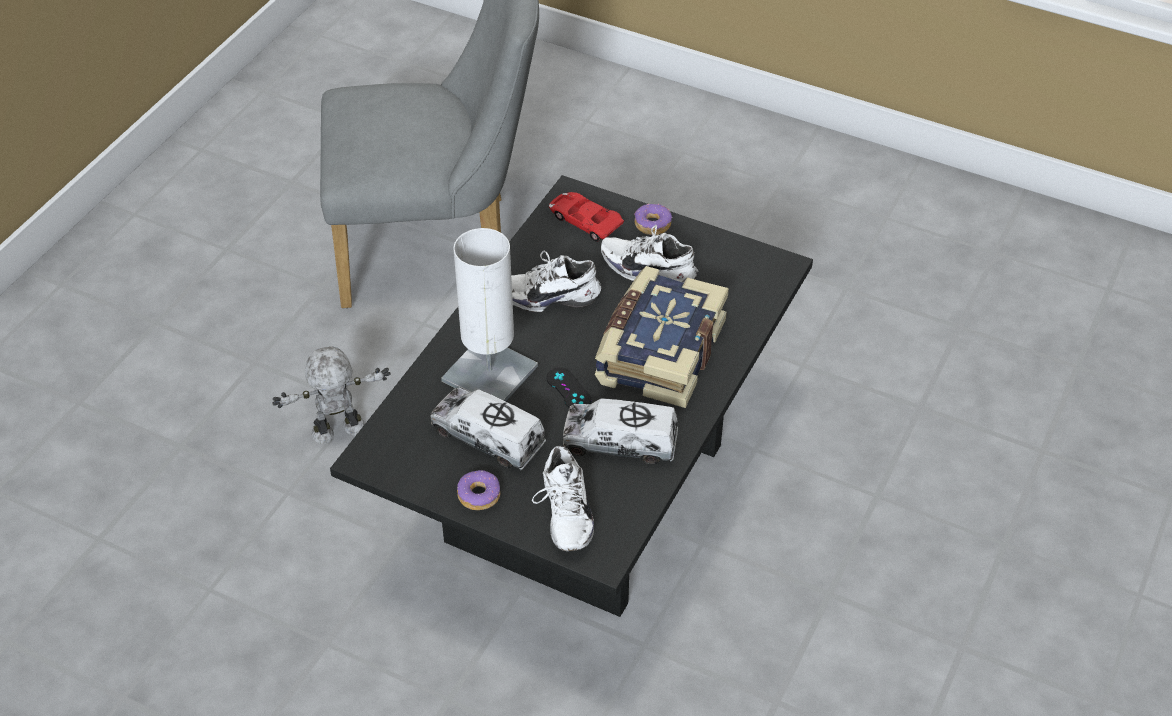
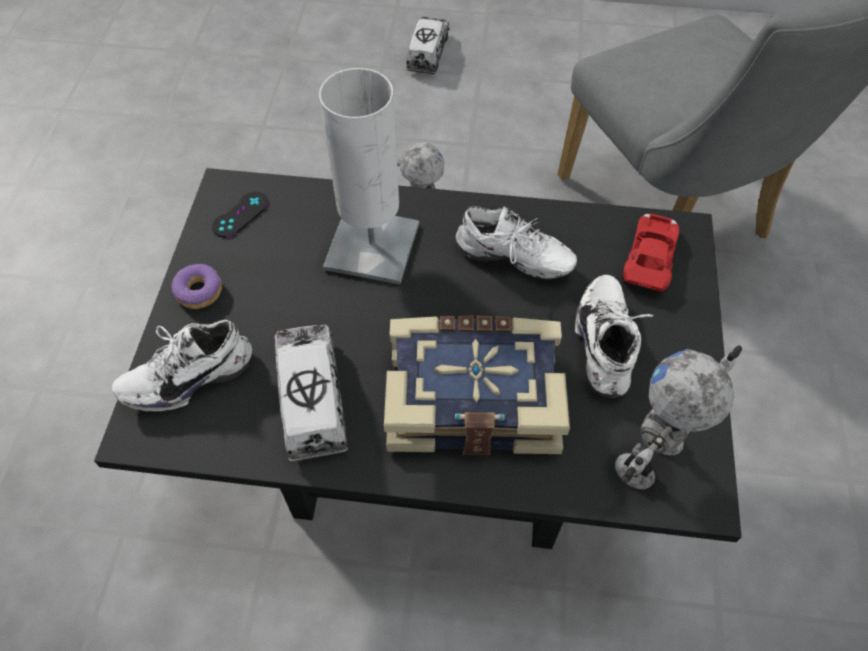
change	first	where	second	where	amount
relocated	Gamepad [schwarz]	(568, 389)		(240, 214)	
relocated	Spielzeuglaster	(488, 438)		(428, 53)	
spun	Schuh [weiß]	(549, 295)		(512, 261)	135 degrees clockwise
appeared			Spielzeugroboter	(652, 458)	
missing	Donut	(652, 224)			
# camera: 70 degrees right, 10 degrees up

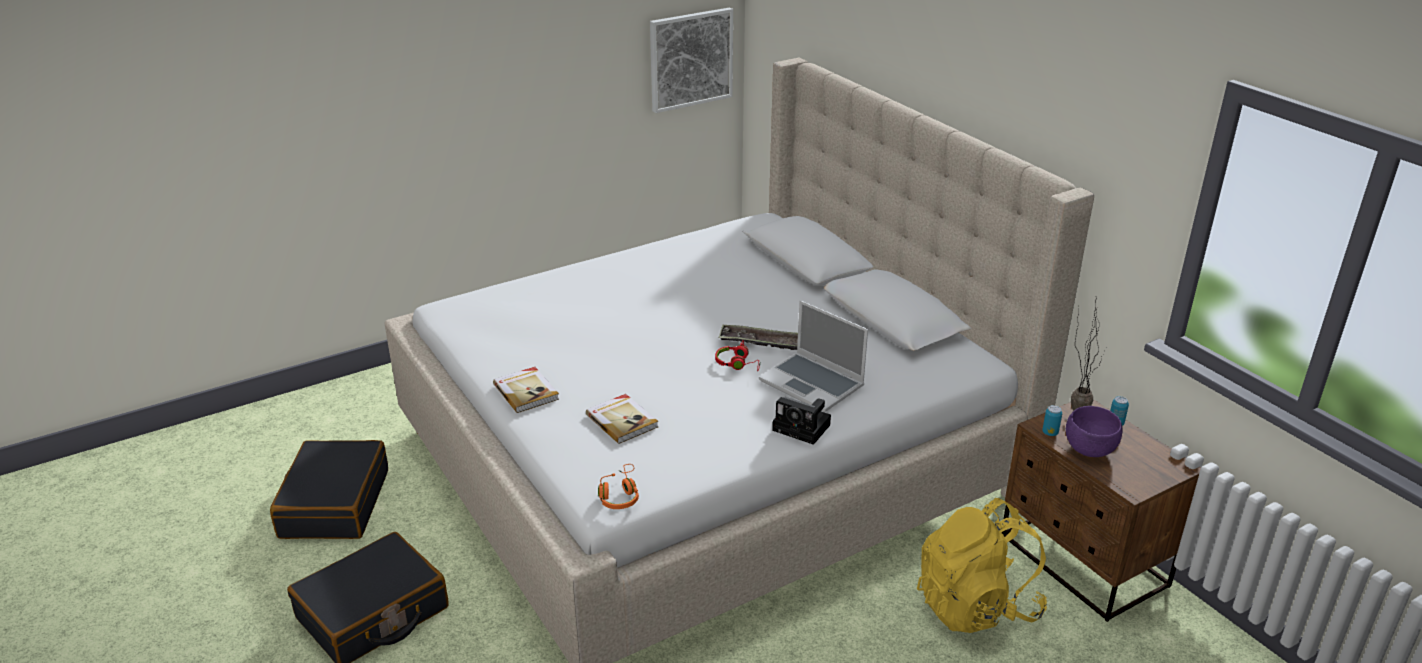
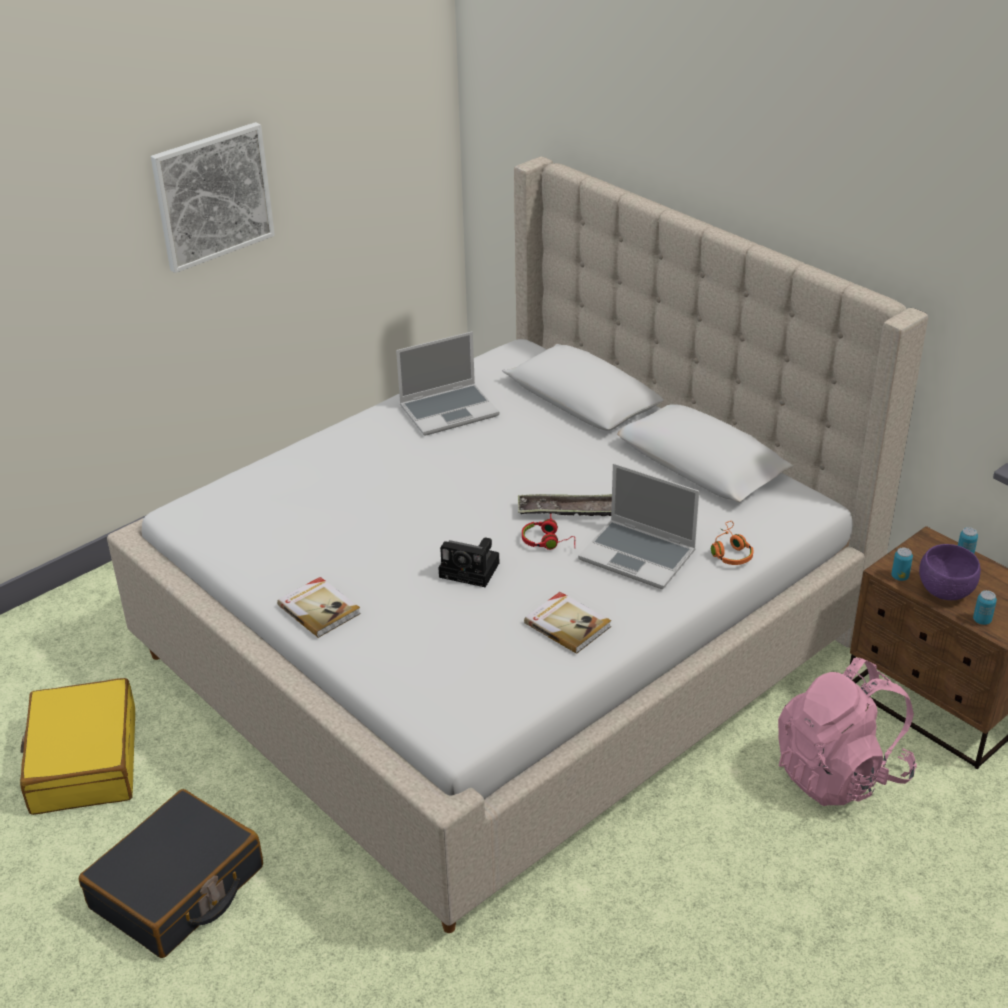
change	first	where	second	where	amount
colour	Koffer [schwarz]	(334, 503)	Koffer [gelb]	(83, 761)	
relocated	Bild	(690, 59)		(212, 196)	
appeared			Laptop	(449, 410)	
relocated	Kamera	(803, 428)		(472, 570)	
relocated	Buch	(622, 420)		(567, 624)	
relocated	Kopfhörer [orange]	(619, 495)		(730, 552)	
colour	Rucksack [gelb]	(976, 606)	Rucksack [rosa]	(840, 773)	
appeared			Dose	(982, 620)	
missing	Topfpflanze	(1076, 408)			
# camera: 10 degrees left, 5 degrees up

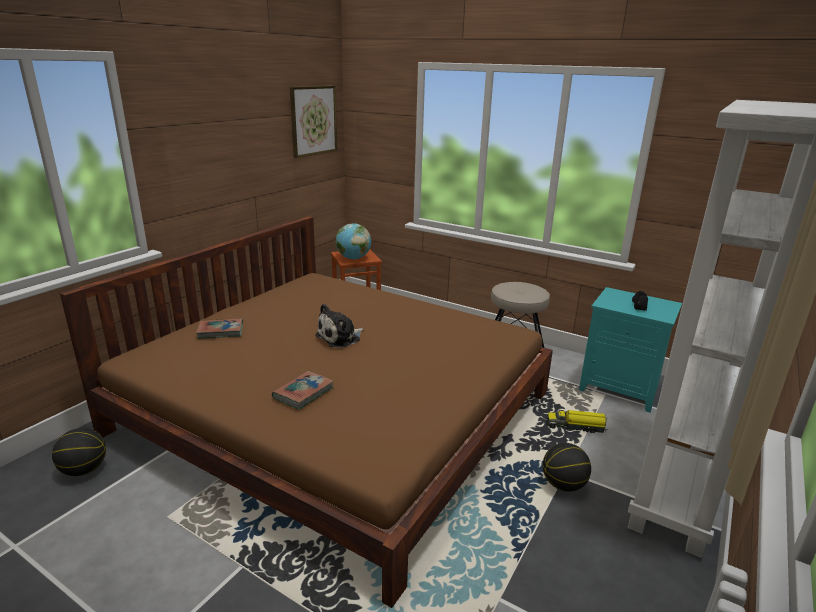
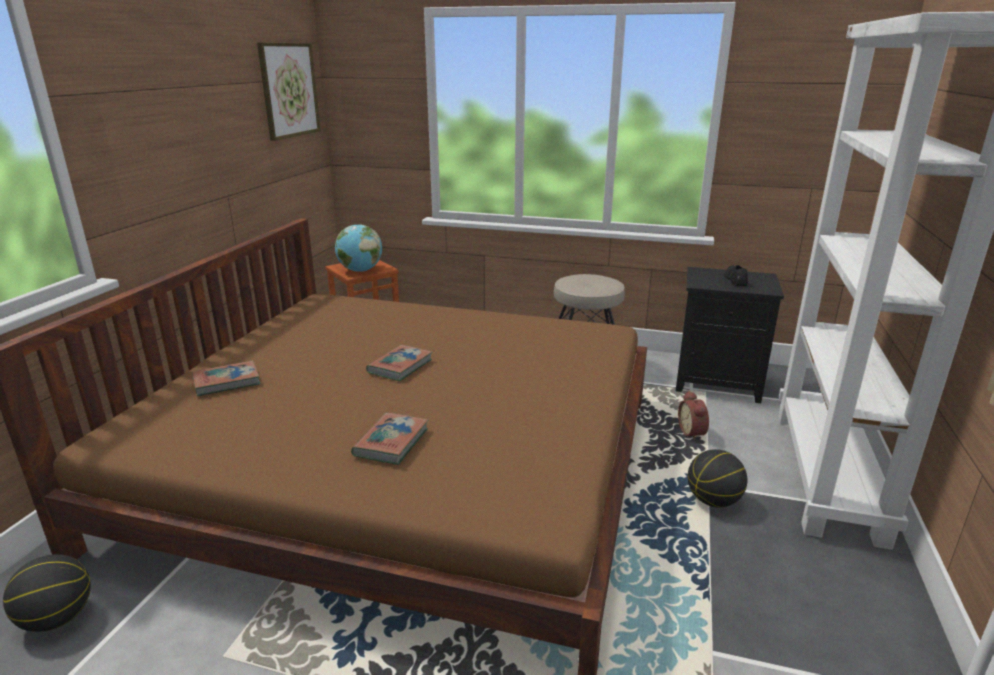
change	first	where	second	where	amount
exchanged	Plüschtier	(340, 338)	Buch	(400, 366)	
colour	Nachttisch [türkis]	(621, 389)	Nachttisch [schwarz]	(718, 383)	
exchanged	Spielzeuglaster	(576, 427)	Wecker	(693, 433)	
# camera: 15 degrees left, 0 degrees up

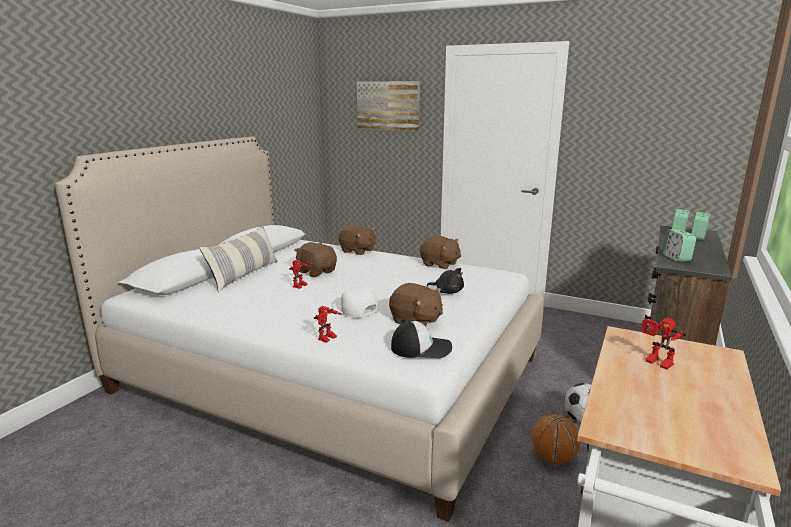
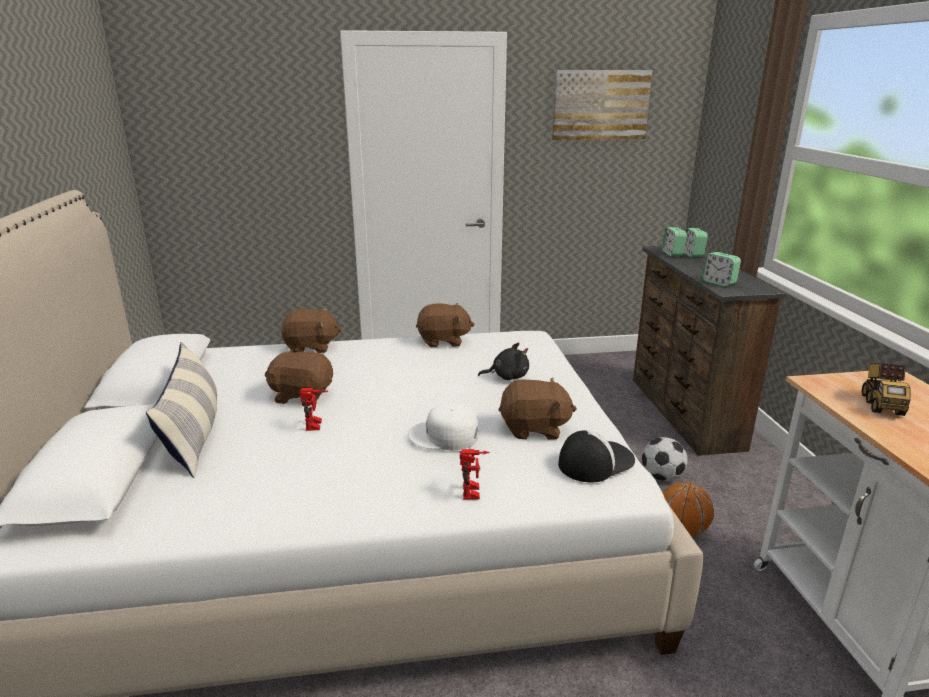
change	first	where	second	where	amount
relocated	Bild	(388, 105)		(600, 105)	
exchanged	Spielzeugroboter	(656, 363)	Spielzeuglaster	(881, 404)	
# camera: 35 degrees left, 5 degrees up

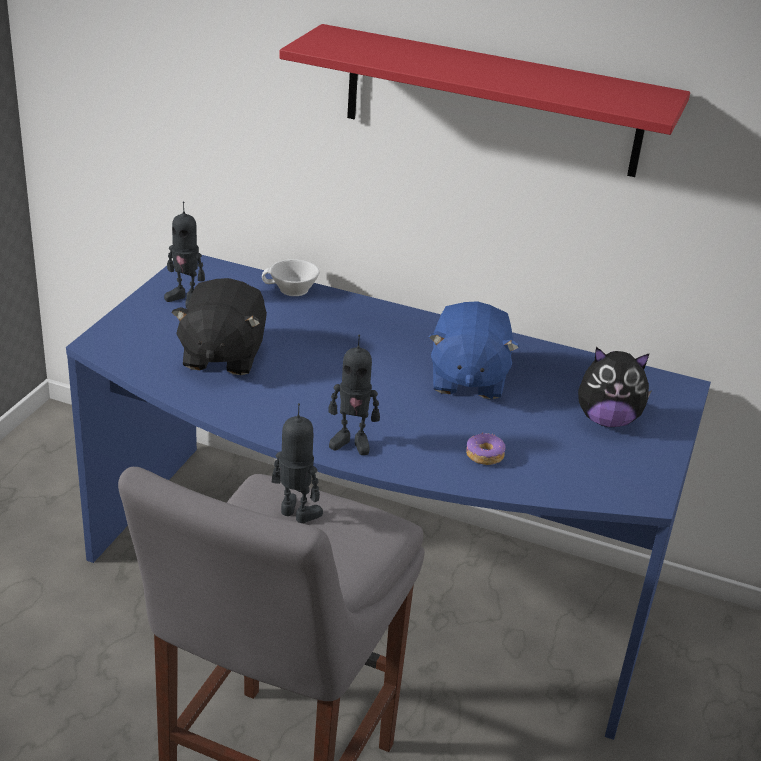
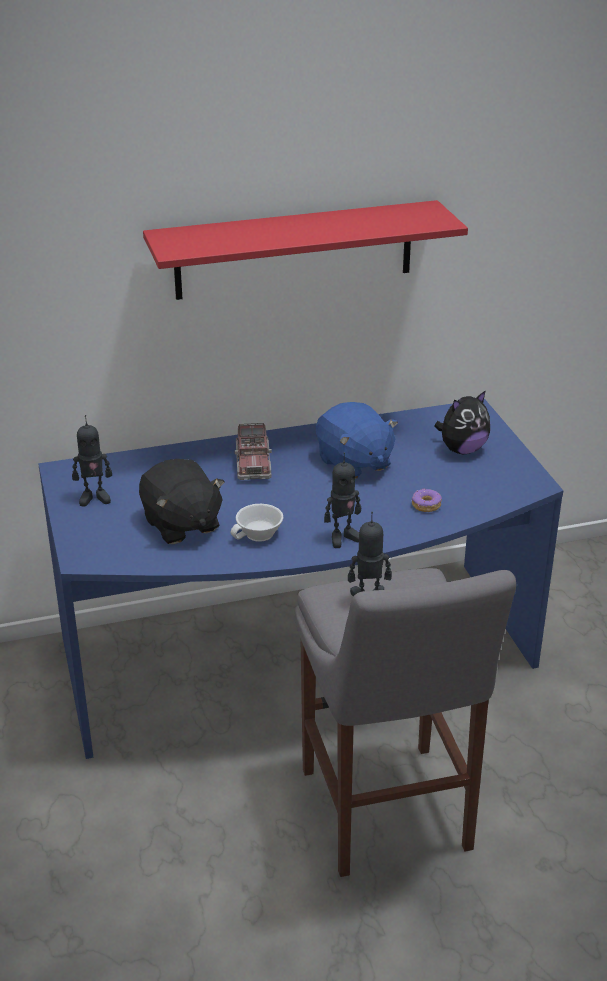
change	first	where	second	where	amount
relocated	Tasse [weiß]	(292, 290)		(259, 535)	
appeared			Spielzeuglaster	(253, 464)	
# camera: 35 degrees left, 0 degrees up

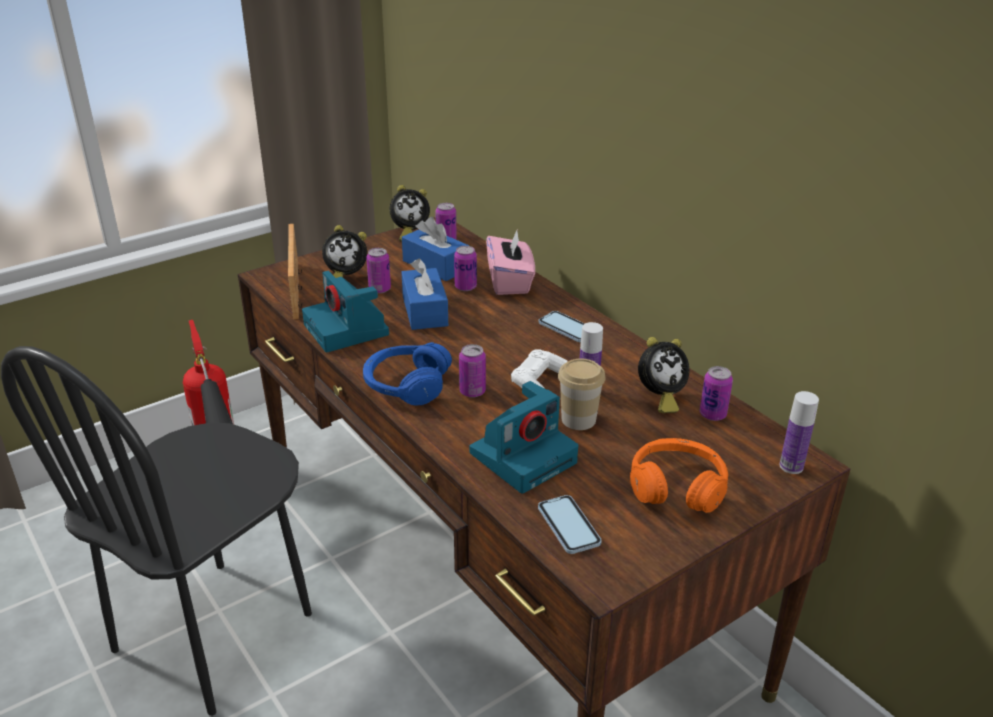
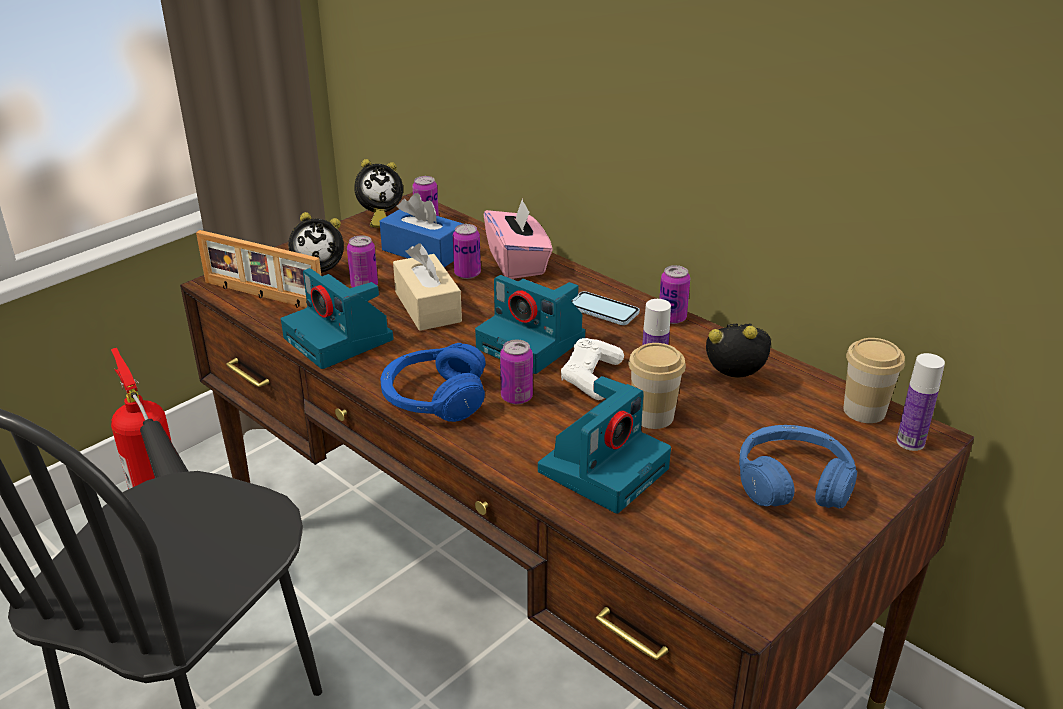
change	first	where	second	where	amount
spun	Bilderrahmen	(297, 290)		(262, 296)	135 degrees clockwise
colour	Taschentuchbox [blau]	(425, 311)	Taschentuchbox [beige]	(427, 307)	
appeared			Kamera	(533, 343)	
relocated	Dose	(712, 414)		(672, 318)	
spun	Wecker	(659, 398)		(736, 380)	135 degrees counterclockwise
colour	Kopfhörer [orange]	(677, 487)	Kopfhörer [blau]	(793, 482)	
appeared			Tasse	(864, 411)	
missing	Handy	(568, 526)			
# camera: 10 degrees left, 0 degrees up

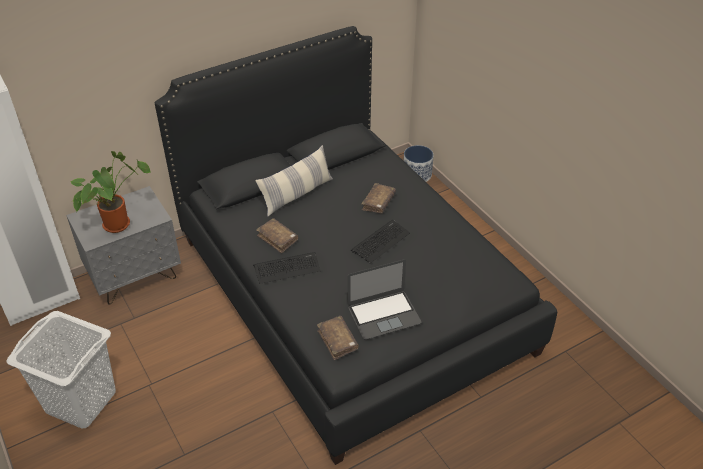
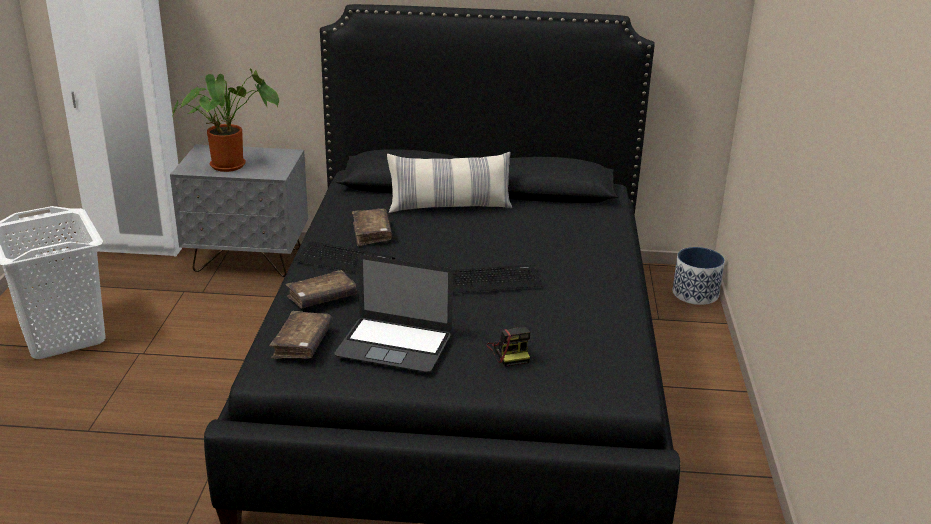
change	first	where	second	where	amount
relocated	Buch [braun]	(378, 202)		(322, 298)	
appeared			Kamera	(509, 352)	
# camera: 35 degrees right, 15 degrees down

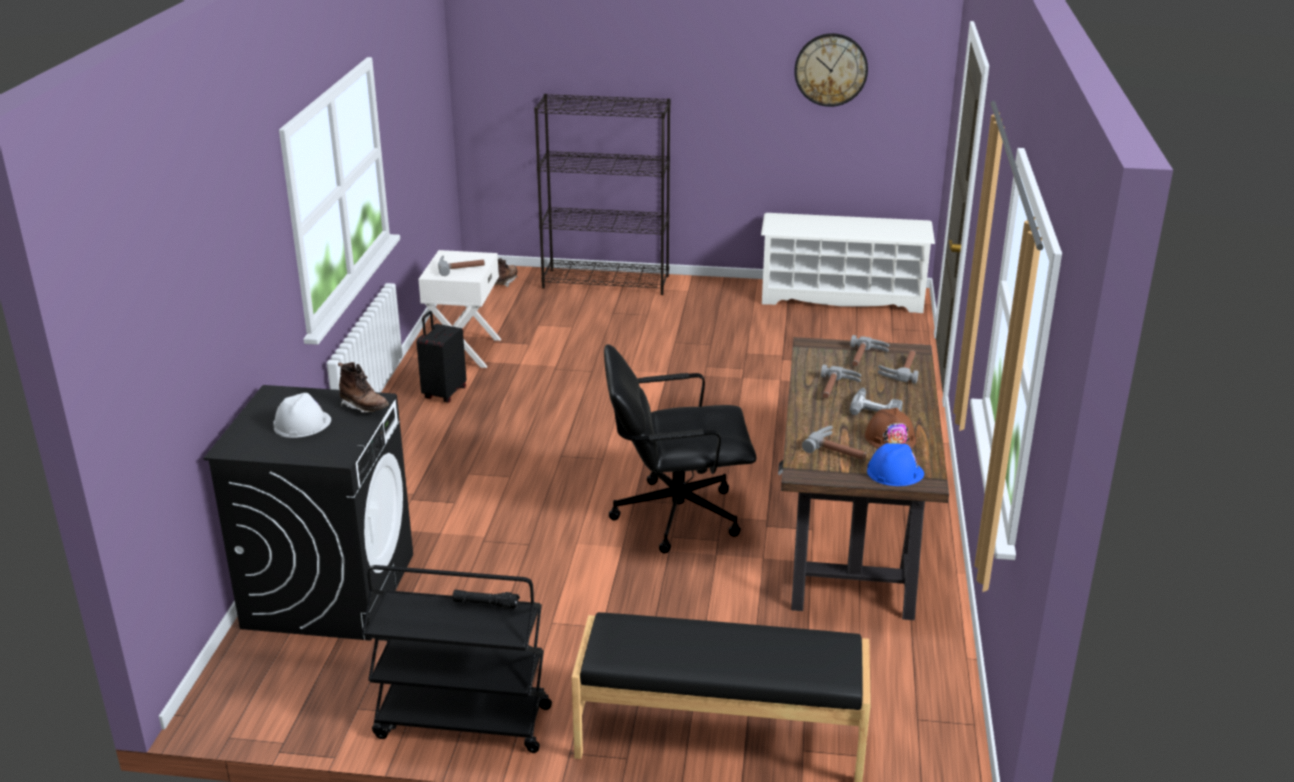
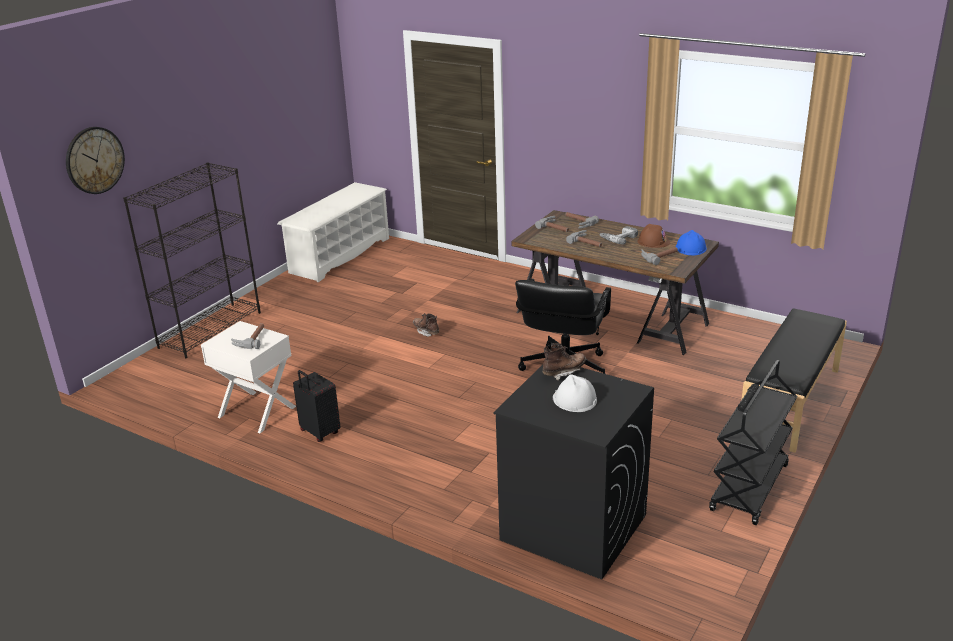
change	first	where	second	where	amount
relocated	Wanduhr	(831, 69)		(94, 160)	
relocated	Stiefel [braun]	(505, 282)		(426, 331)	
# camera: 65 degrees left, 0 degrees up

